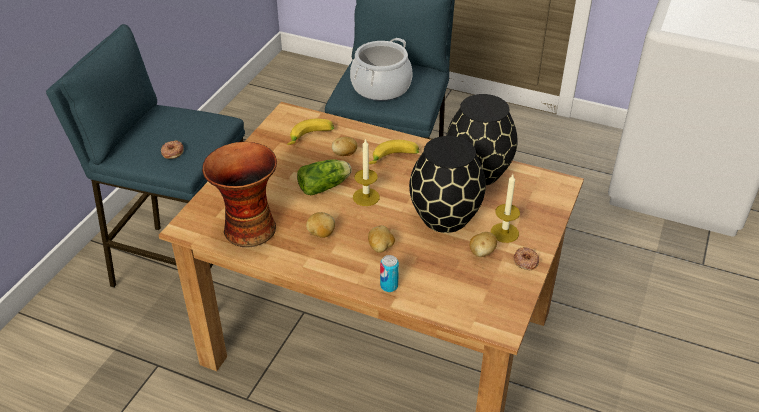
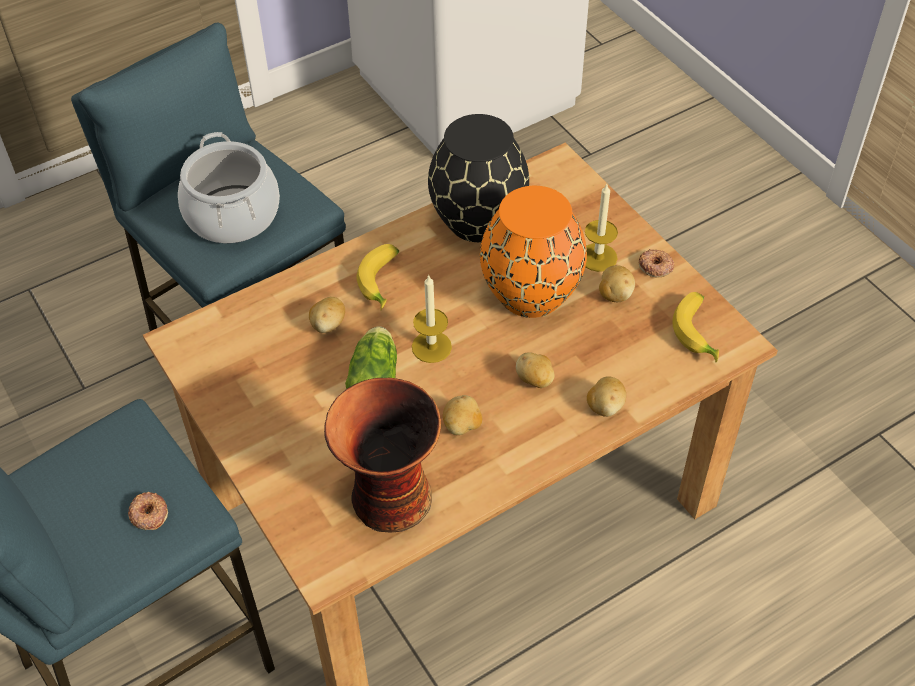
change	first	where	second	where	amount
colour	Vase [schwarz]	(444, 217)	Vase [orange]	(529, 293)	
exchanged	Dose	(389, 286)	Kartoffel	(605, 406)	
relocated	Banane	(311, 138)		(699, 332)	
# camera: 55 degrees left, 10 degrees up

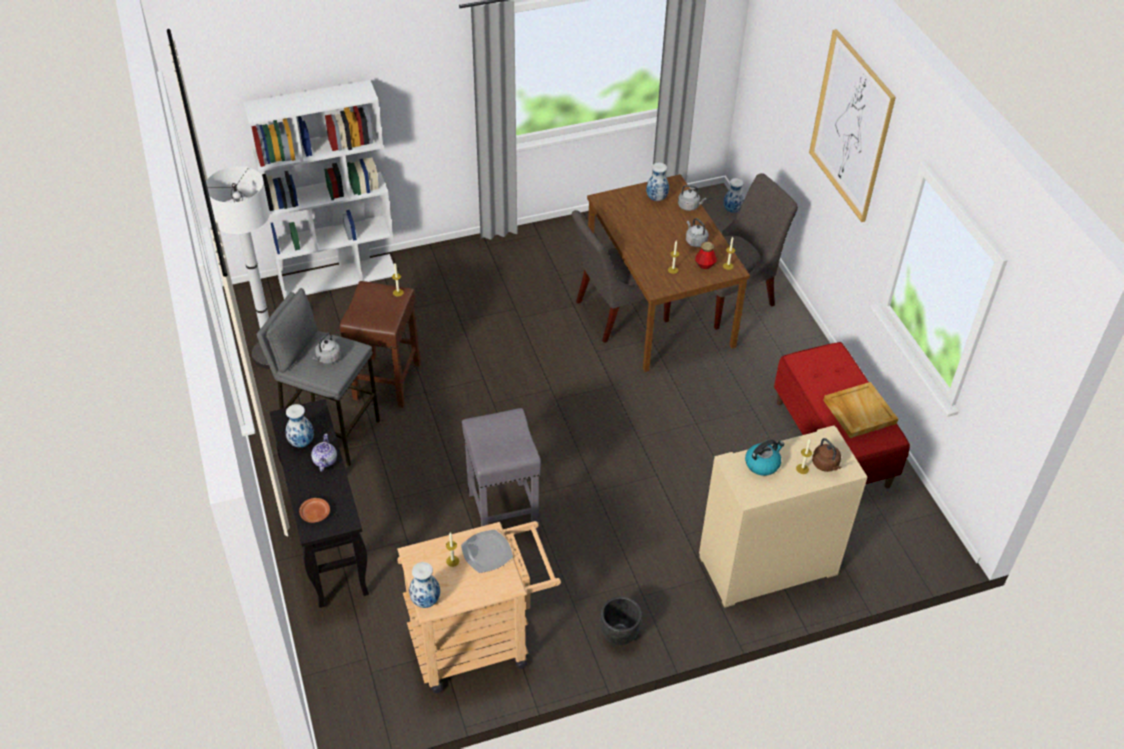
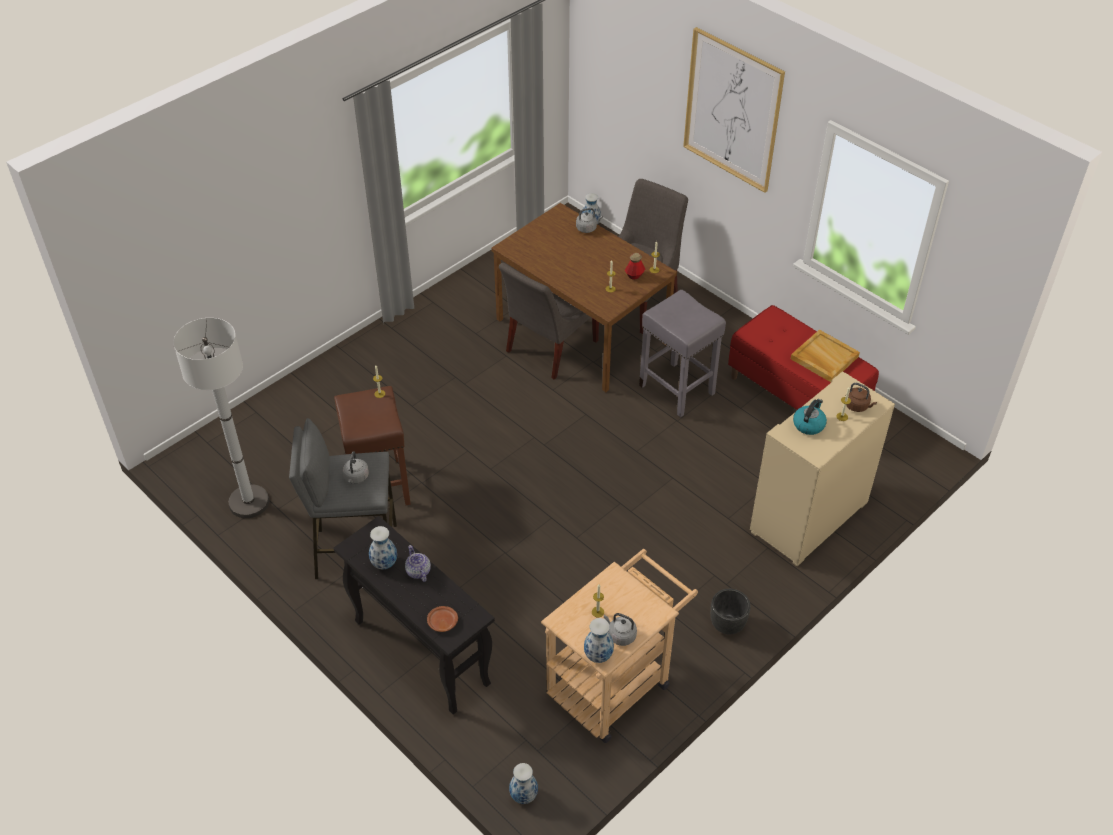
change	first	where	second	where	amount
relocated	Vase	(656, 198)		(523, 796)	
relocated	Wasserkessel [grau]	(695, 241)		(620, 635)	
relocated	Hocker [grau]	(503, 513)		(678, 390)	
missing	Bücherregal [weiß]	(338, 276)			
missing	Teller	(487, 552)			
# camera: 25 degrees left, 0 degrees up

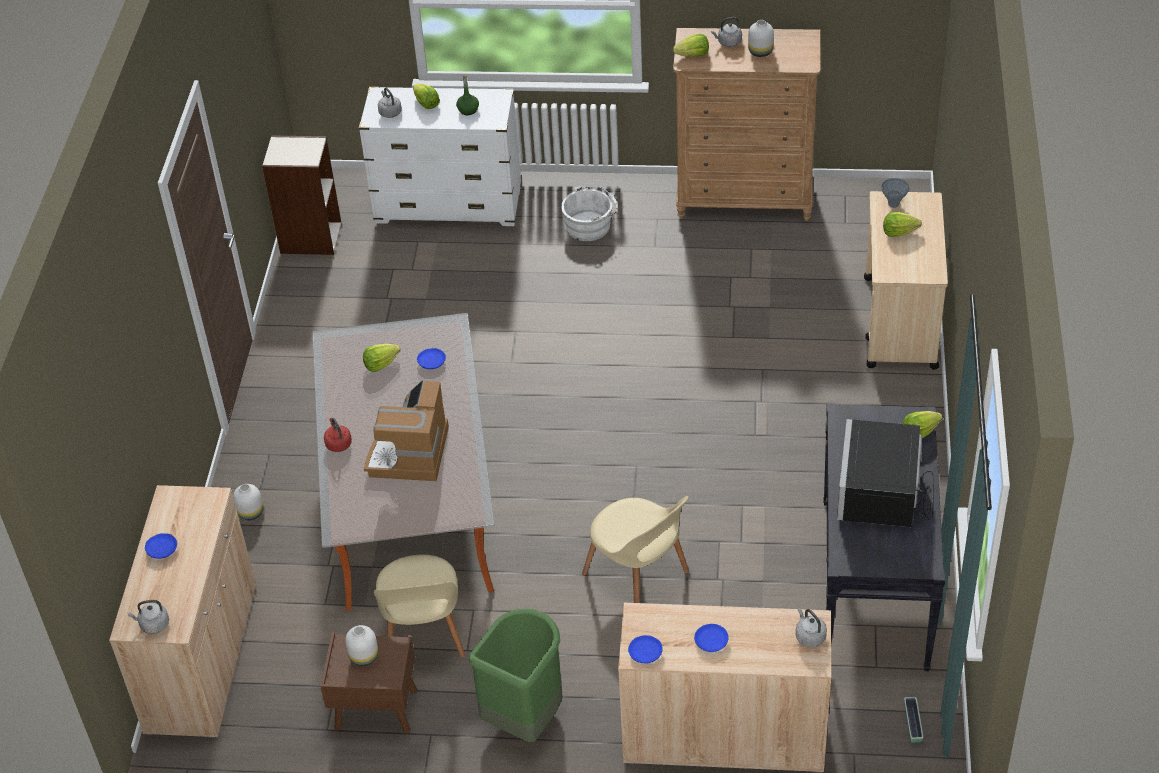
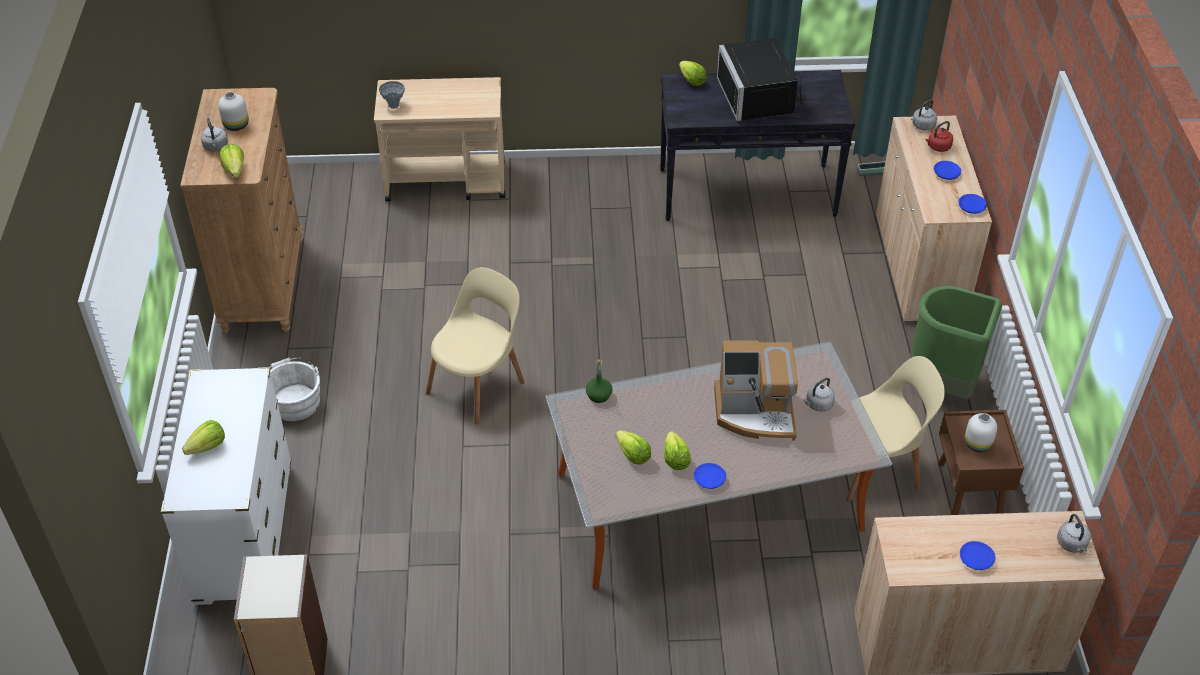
change	first	where	second	where	amount
relocated	Stuhl [beige]	(638, 576)		(478, 384)	
relocated	Flasche [grün]	(468, 110)		(598, 395)	
relocated	Salatkopf	(899, 232)		(675, 459)	
relocated	Teller [blau]	(432, 362)		(709, 479)	
spun	Mikrowelle [schwarz]	(885, 492)		(761, 97)	75 degrees clockwise
relocated	Wasserkessel [grau]	(389, 112)		(818, 404)	
relocated	Wasserkessel [rot]	(338, 443)		(938, 147)	
missing	Vase [weiß]	(250, 513)			
# camera: 100 degrees left, 0 degrees up

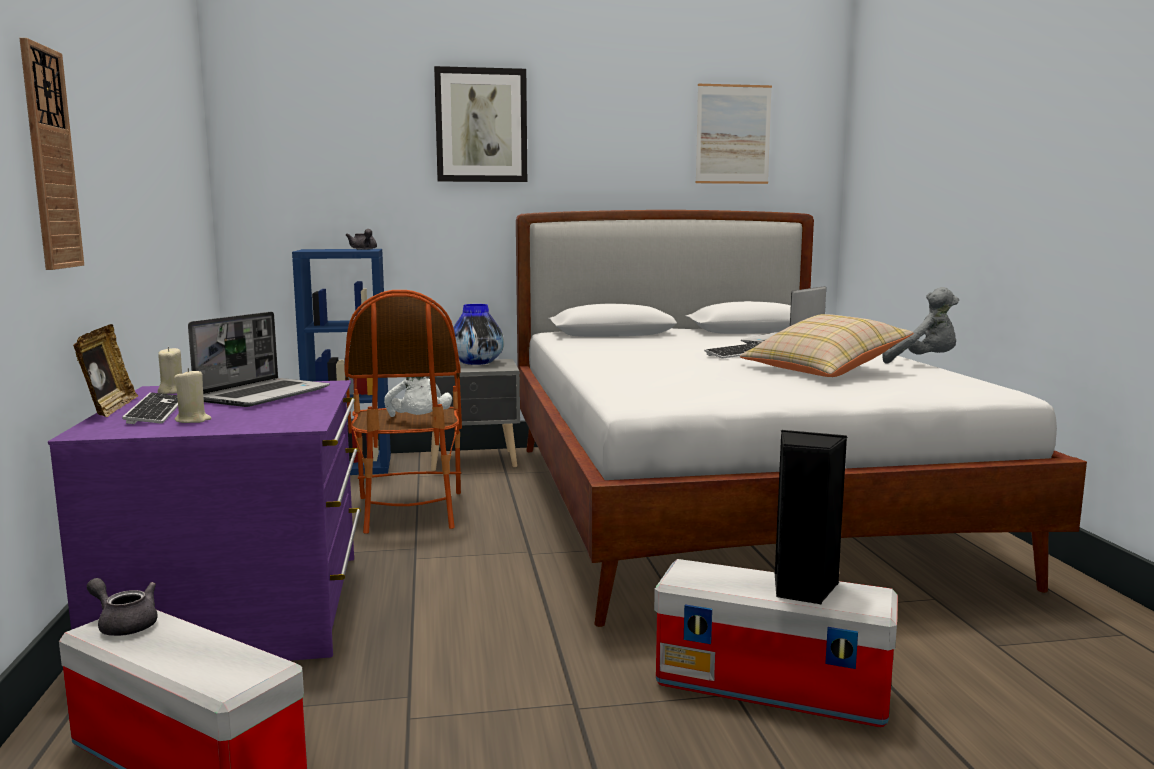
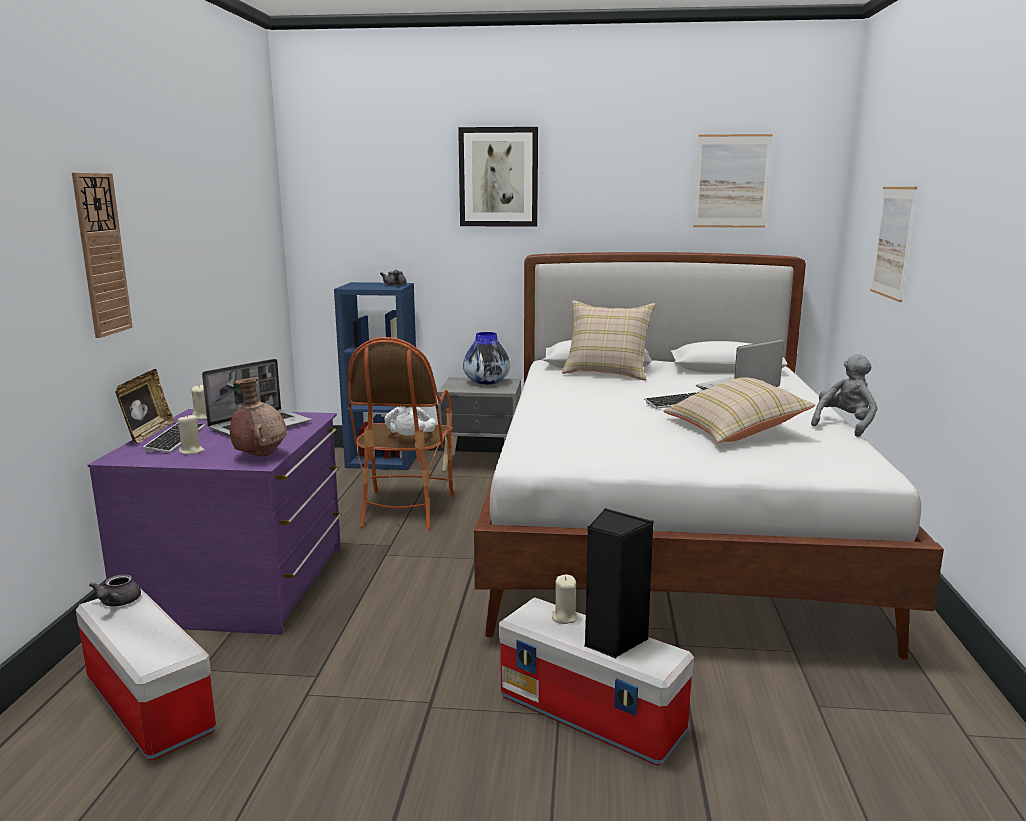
change	first	where	second	where	amount
spun	Teekanne [grau]	(124, 624)		(117, 603)	135 degrees counterclockwise
appeared			Vase [braun]	(260, 456)	
appeared			Kerze [beige]	(564, 617)	
appeared			Kissen [beige]	(607, 373)	
spun	Plüschtier [grau]	(922, 362)		(844, 425)	90 degrees counterclockwise
appeared			Bild	(893, 242)	
# camera: 15 degrees right, 5 degrees up

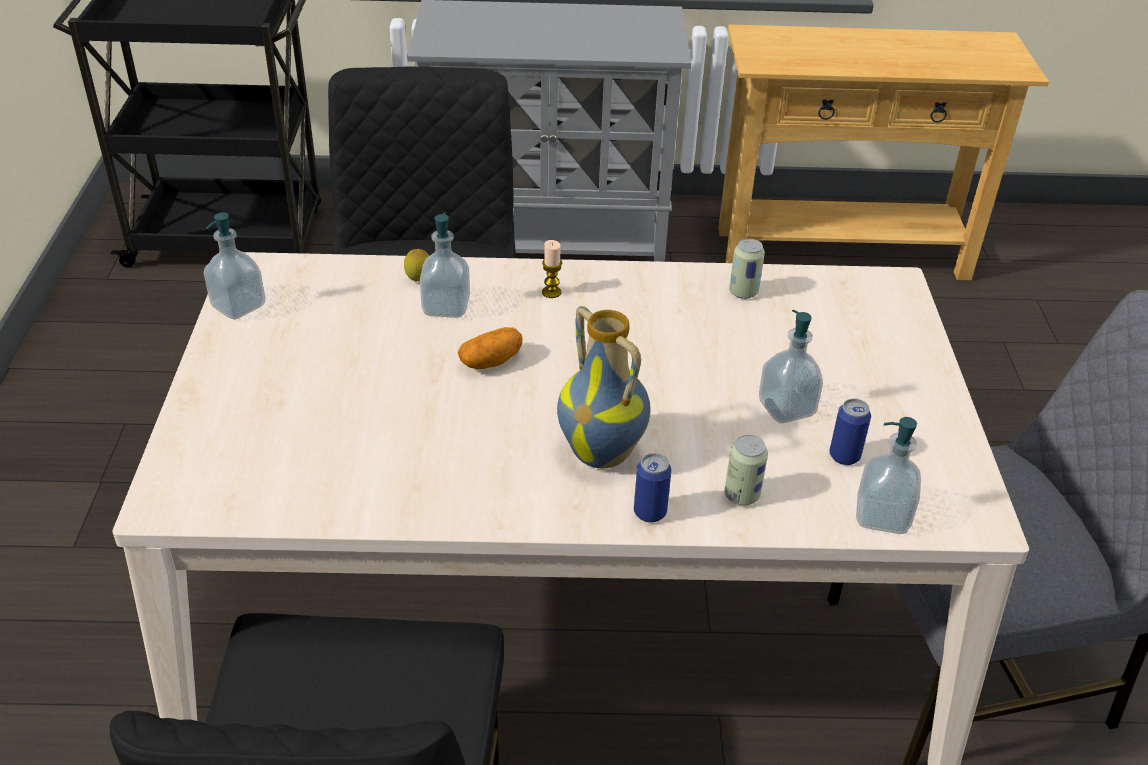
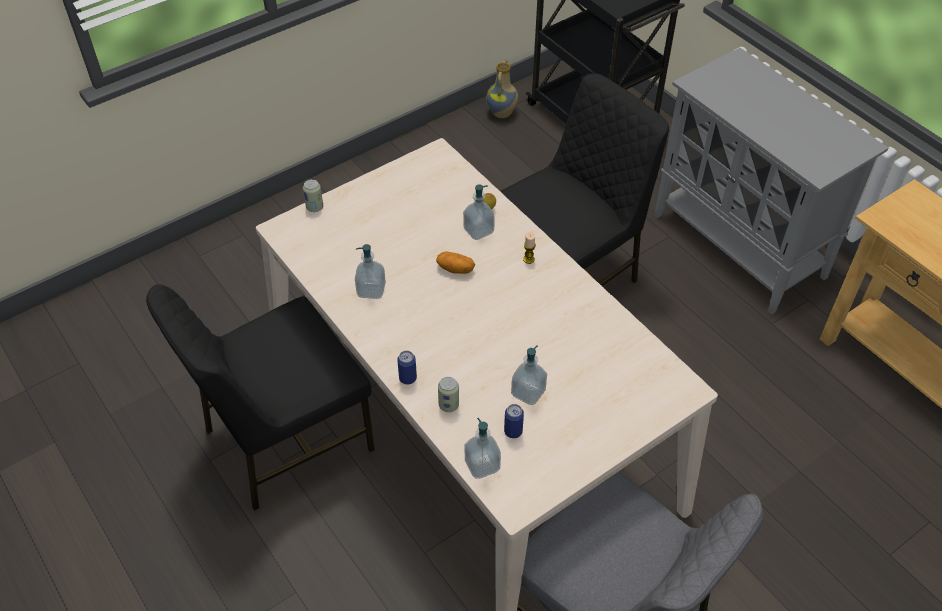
change	first	where	second	where	amount
relocated	Dose	(743, 292)		(314, 207)	
relocated	Seifenspender	(238, 306)		(371, 290)	
relocated	Vase	(603, 452)		(502, 114)	
# camera: 55 degrees right, 10 degrees up

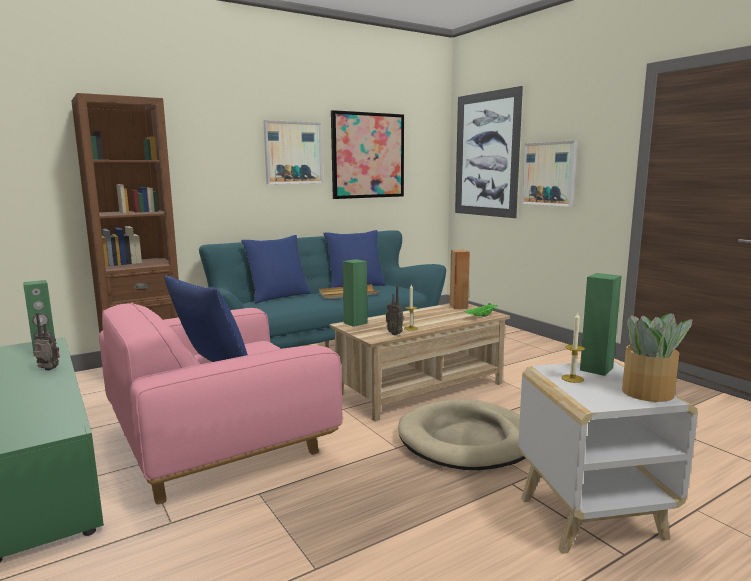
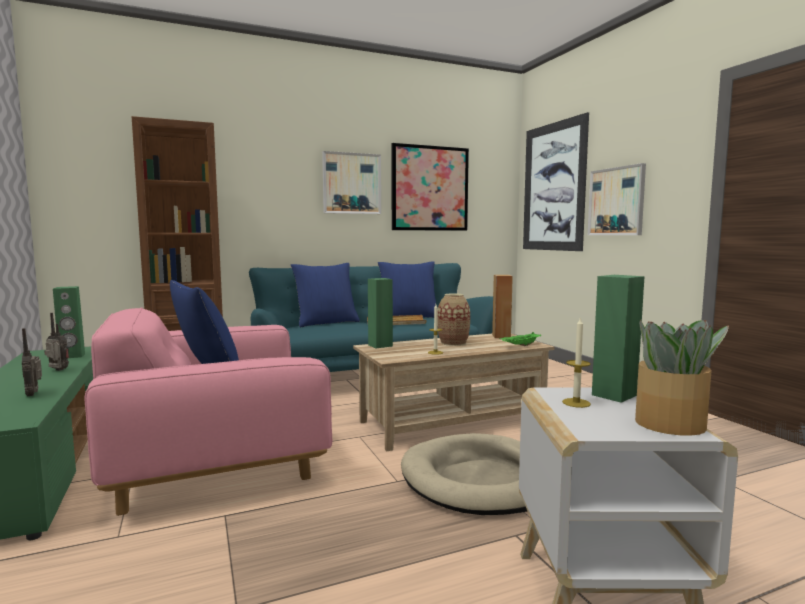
change	first	where	second	where	amount
relocated	Radio	(395, 334)		(34, 394)	
appeared			Vase	(453, 343)	
# camera: 10 degrees right, 5 degrees down

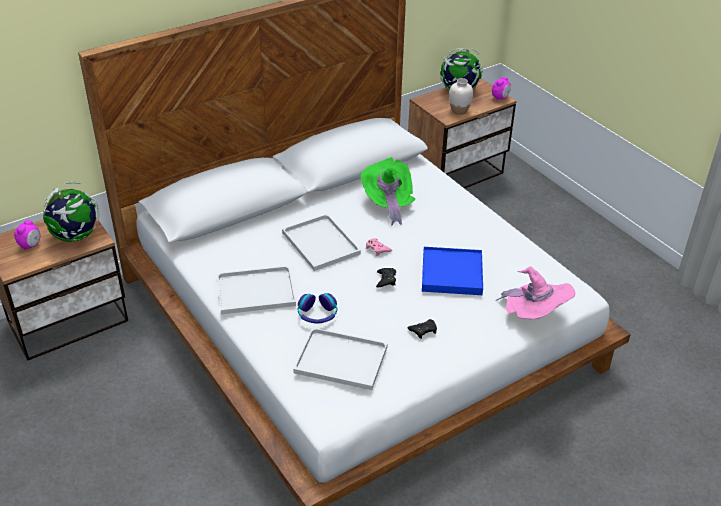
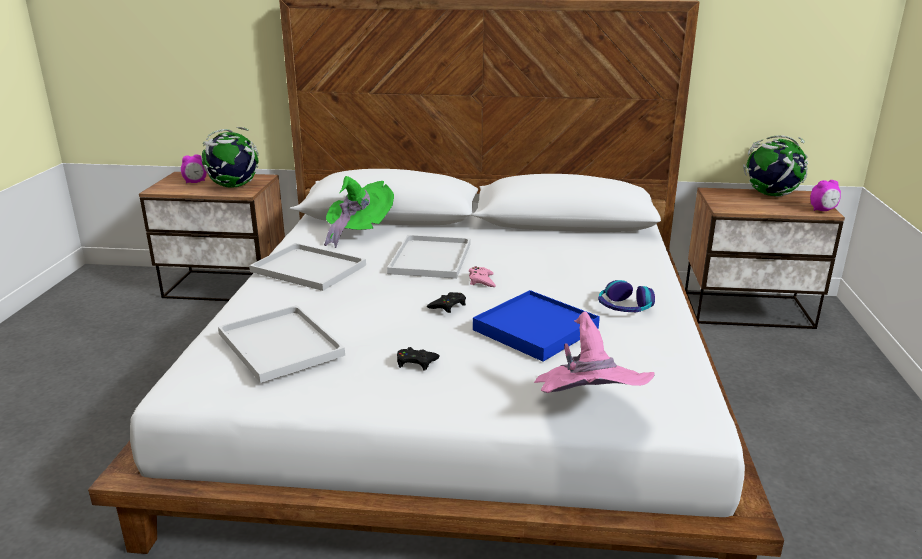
change	first	where	second	where	amount
relocated	Hut [grün]	(388, 203)		(357, 232)	
relocated	Kopfhörer	(317, 314)		(624, 307)	
missing	Vase [weiß]	(459, 111)			
# camera: 40 degrees right, 15 degrees down

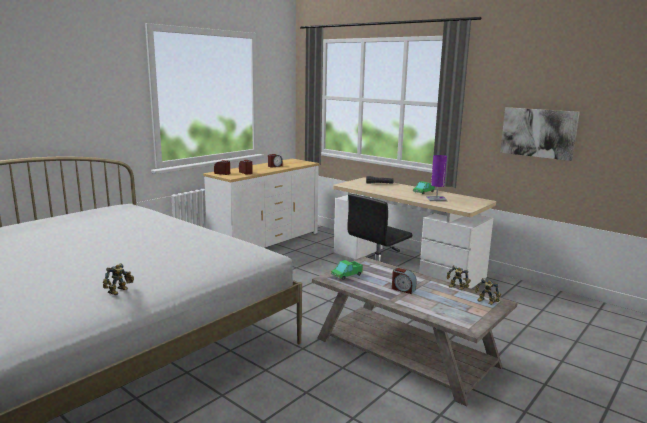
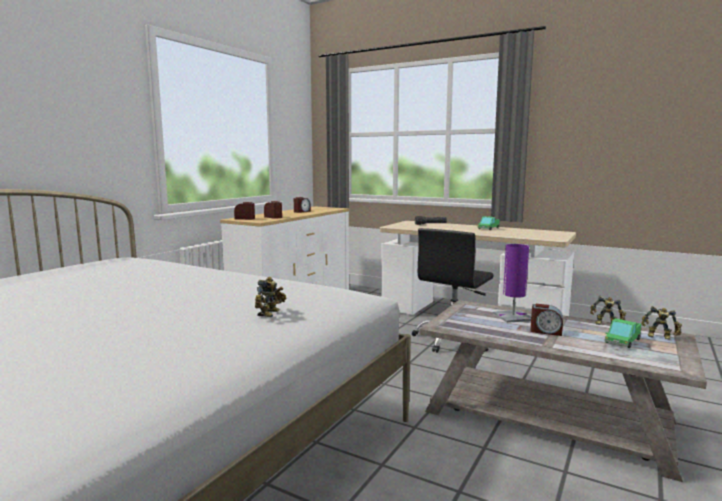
change	first	where	second	where	amount
relocated	Spielzeugroboter	(119, 291)		(271, 313)	
relocated	Tischlampe [lila]	(436, 199)		(513, 317)	
relocated	Spielzeuglaster	(346, 275)		(622, 341)	
missing	Bild	(538, 133)			
# camera: 10 degrees left, 5 degrees down

